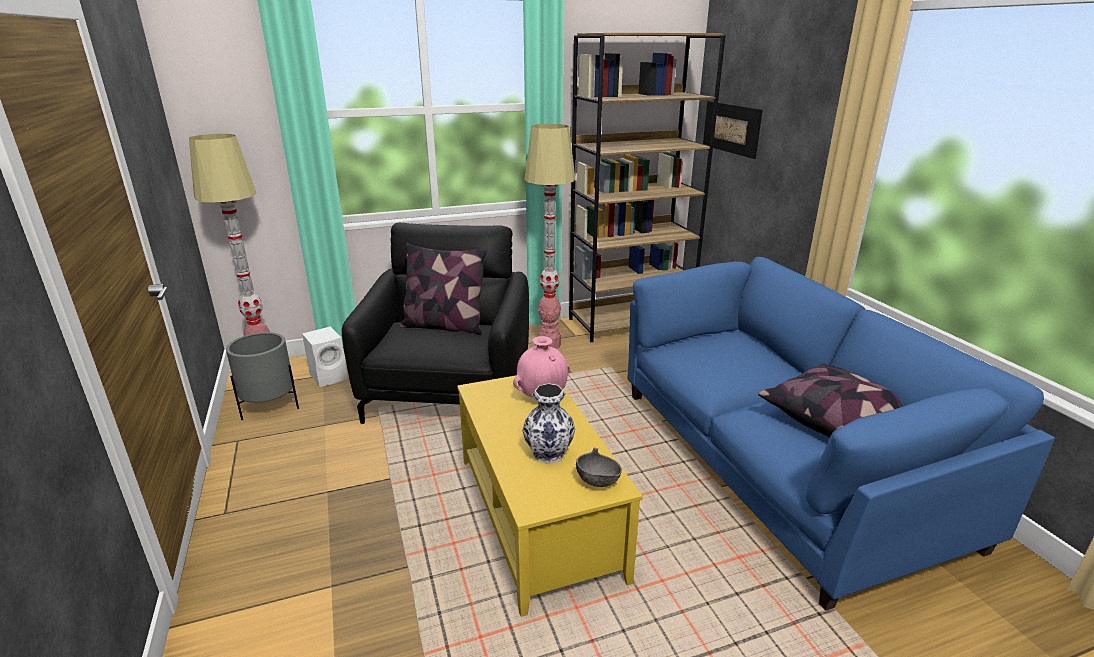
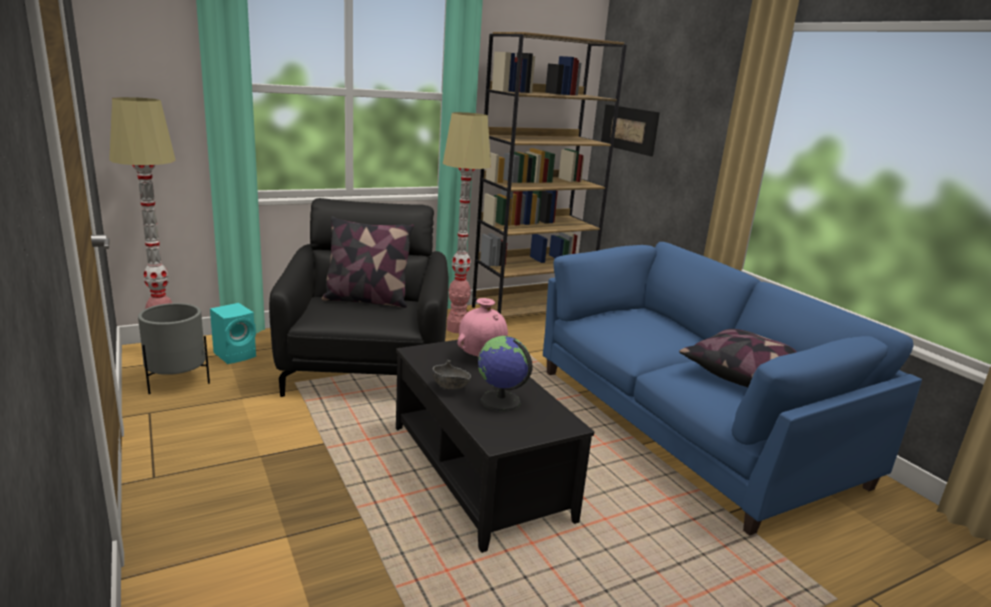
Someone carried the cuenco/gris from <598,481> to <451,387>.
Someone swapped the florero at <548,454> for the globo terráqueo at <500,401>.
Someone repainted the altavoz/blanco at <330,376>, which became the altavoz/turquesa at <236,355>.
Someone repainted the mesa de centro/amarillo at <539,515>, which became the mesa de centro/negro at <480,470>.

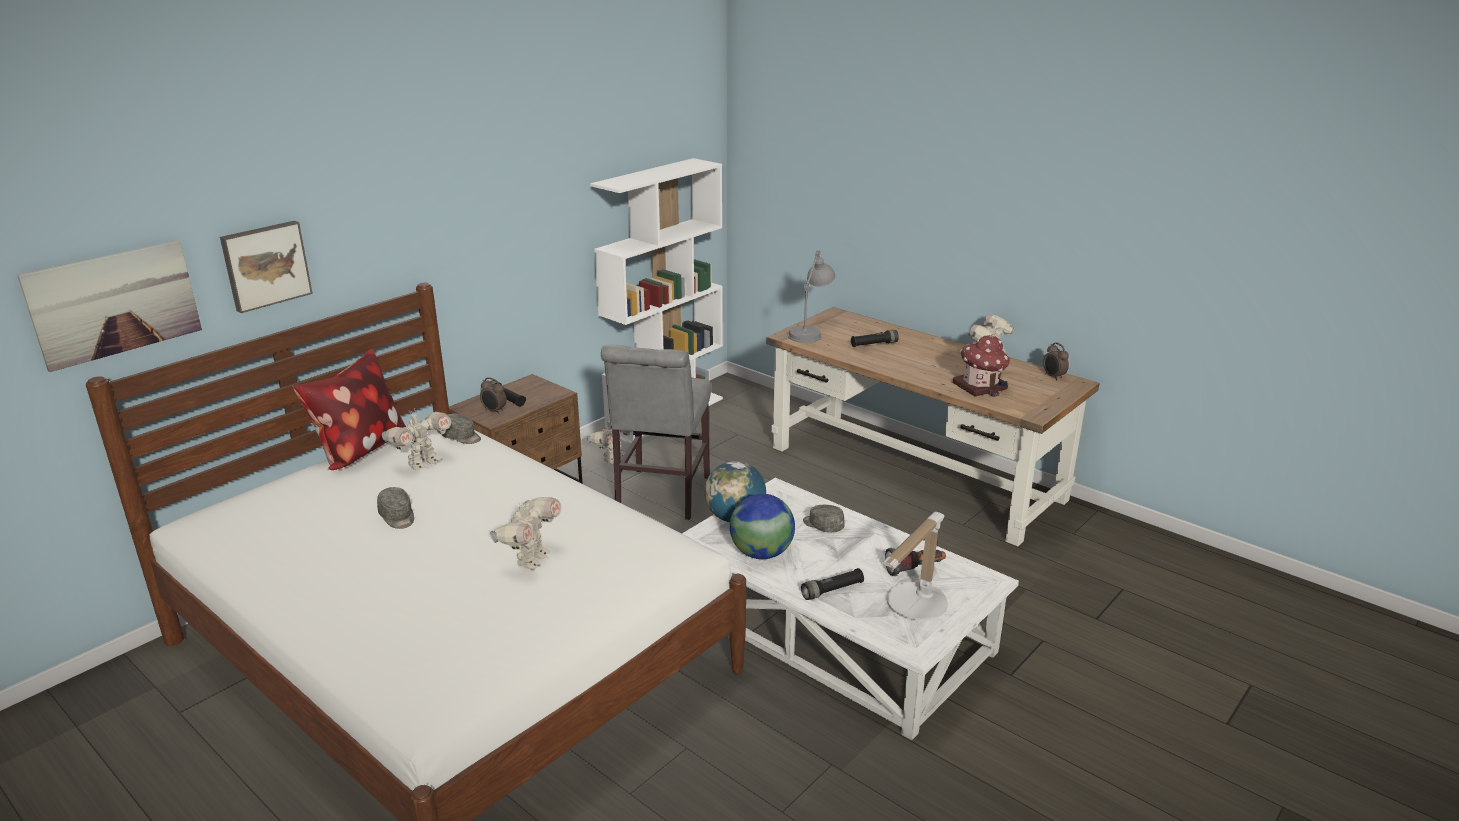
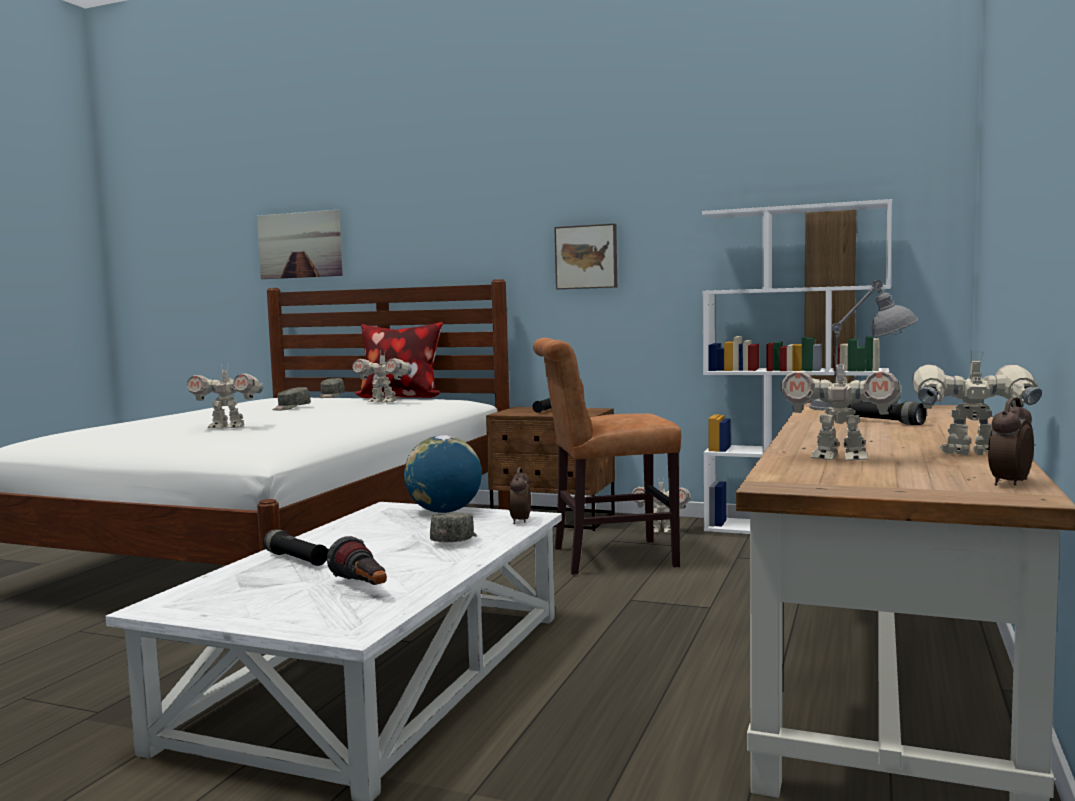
Someone took away the globo terráqueo at <761,553>.
Someone took away the lámpara de mesa at <912,608>.
Someone carried the cuadro from <265,265> to <587,257>.
Someone carried the gorra/gris from <461,437> to <331,396>.
Someone carried the despertador from <494,411> to <519,521>.
Someone swapped the casita at <981,386> for the robot de juguete at <839,459>.
Someone repainted the silla/gris at <661,497>, which became the silla/marrón at <606,558>.

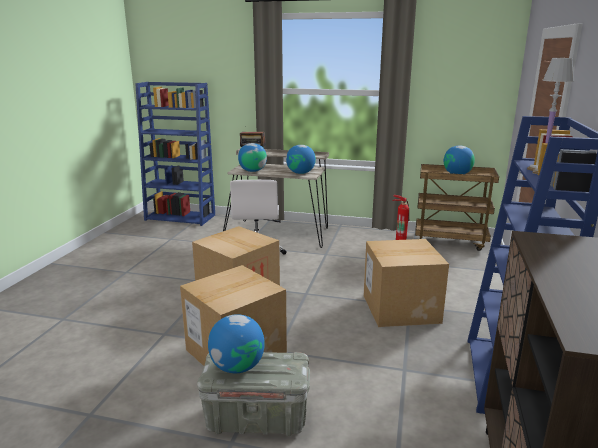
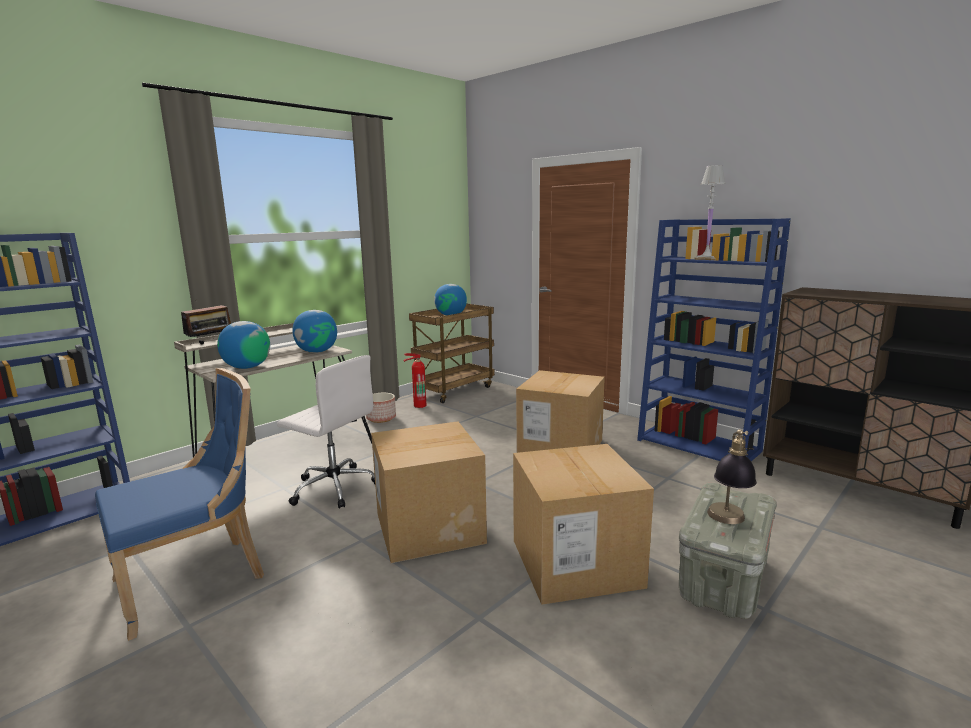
Someone put down the silla/azul at <196,579>.
Someone put down the maceta at <381,418>.
Someone swapped the globo terráqueo at <237,366> for the lámpara de mesa at <727,522>.

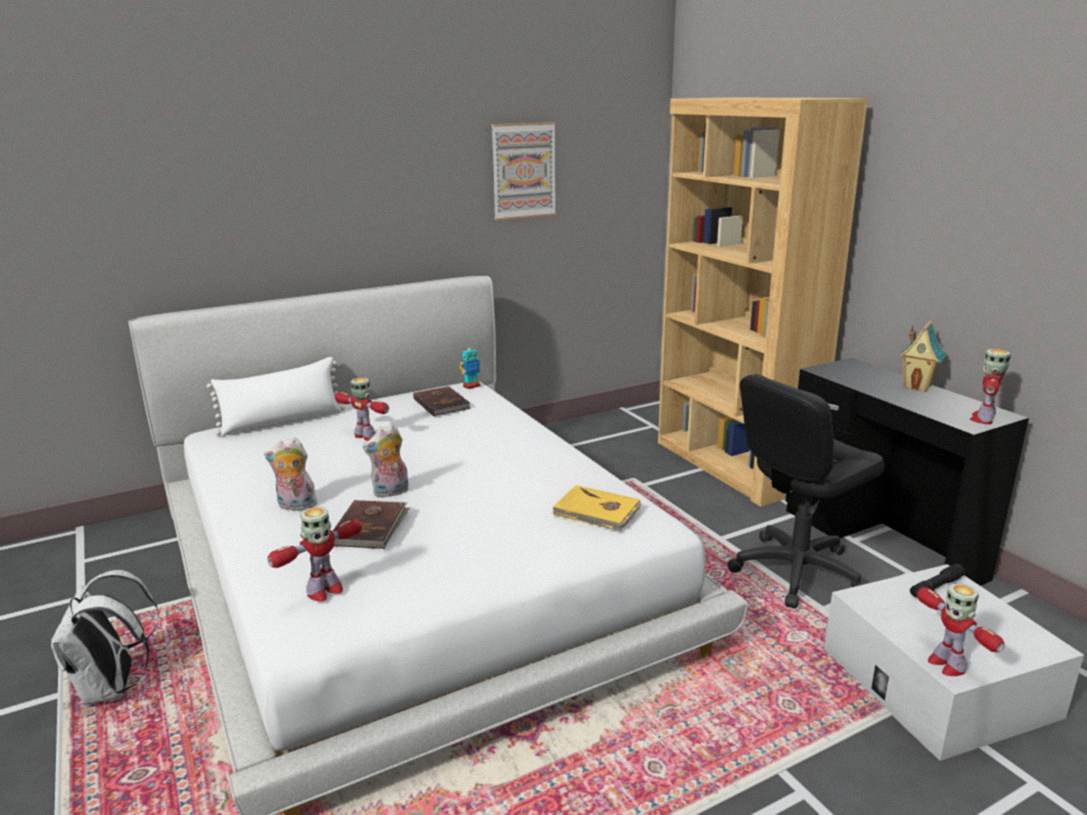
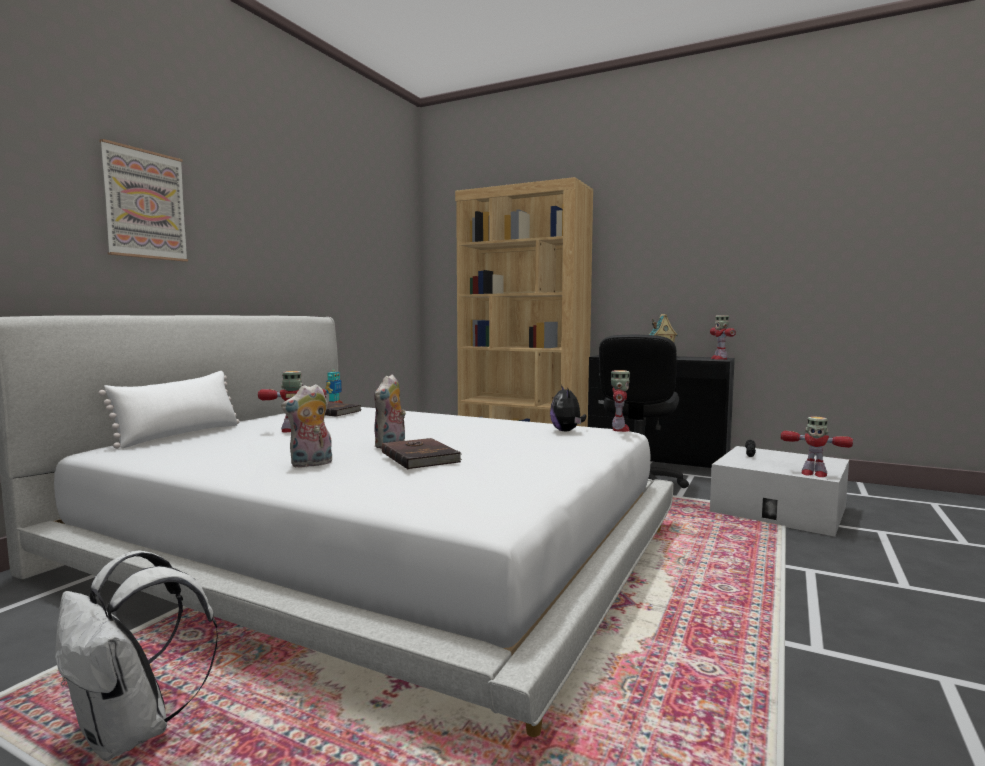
Someone carried the robot de juguete from <324,591> to <619,429>.
Someone carried the cuadro from <523,171> to <145,204>.
Someone swapped the libro/amarillo at <597,512> for the peluche at <567,431>.

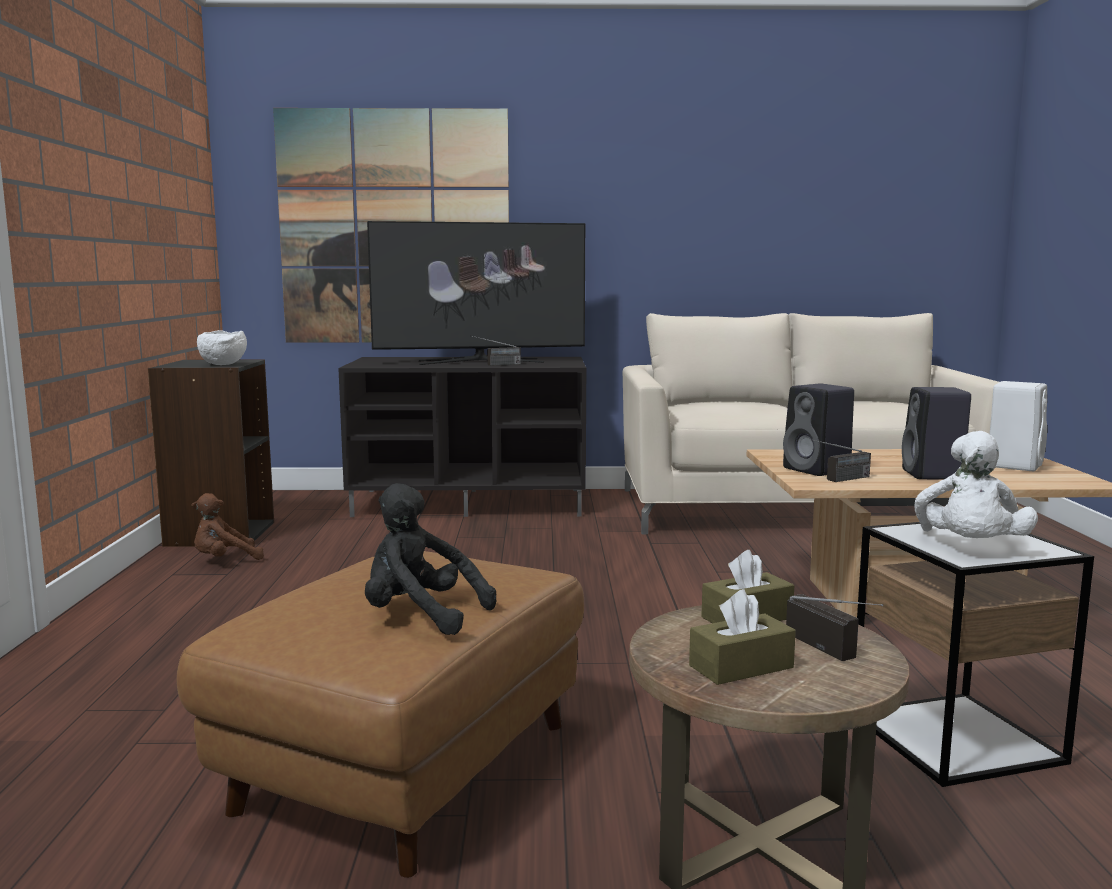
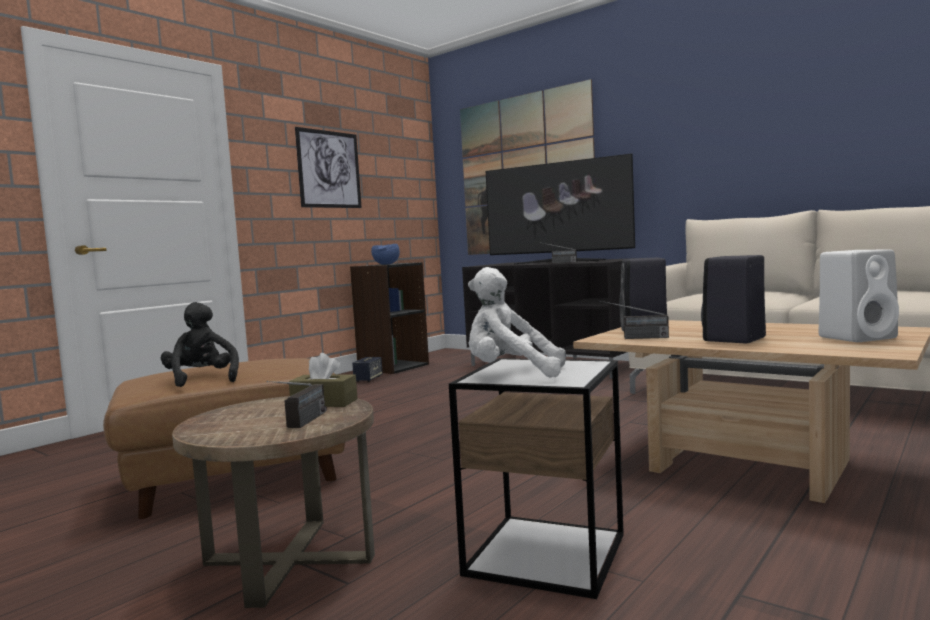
Someone took away the caja de pañuelos/marrón at <741,666>.
Someone put up the cuadro at <329,169>.
Someone swapped the peluche/marrón at <225,560> for the altavoz at <368,379>.
Someone repainted the cuenco/blanco at <224,365>, which became the cuenco/azul at <386,264>.
Someone rotated the peluche/blanco at <970,548> by 45 degrees clockwise.

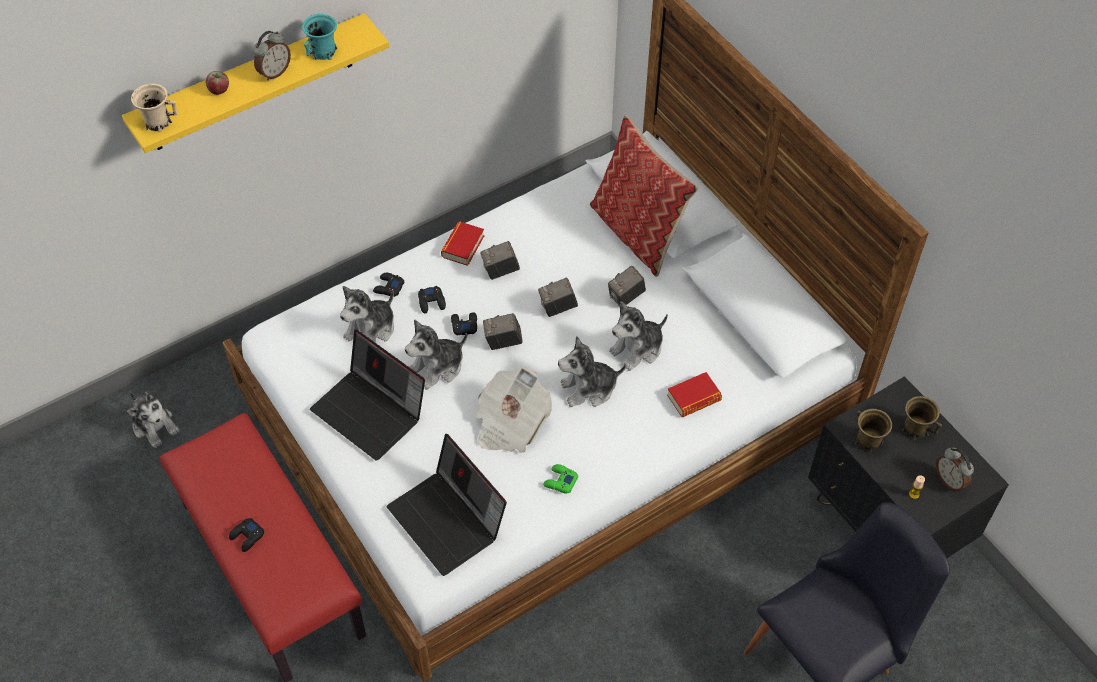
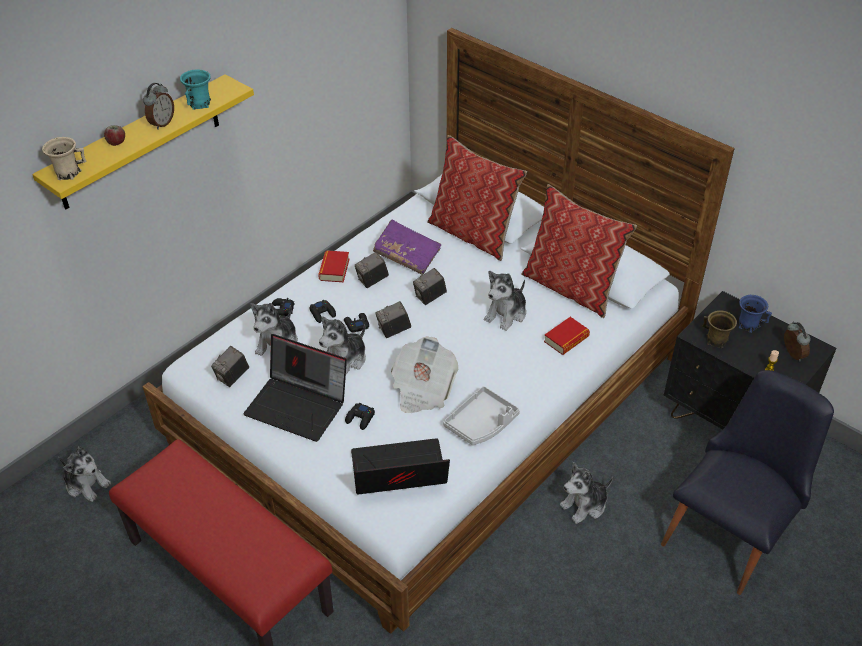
Someone put down the libro/morado at <407,255>.
Someone put down the cojín at <571,287>.
Someone carried the mando de consola/negro from <247,537> to <360,418>.
Someone carried the peluche from <589,389> to <585,505>.
Someone carried the cámara from <626,297> to <232,377>.
Someone swapped the mando de consola/verde at <560,481> for the bandeja/gris at <481,423>.
Someone repainted the taza grande/marrón at <915,428>, which became the taza grande/azul at <748,324>.
Someone rotated the portátil at <449,521> by 135 degrees clockwise.
Someone rotated the despertador at <950,480> by 150 degrees counterclockwise.

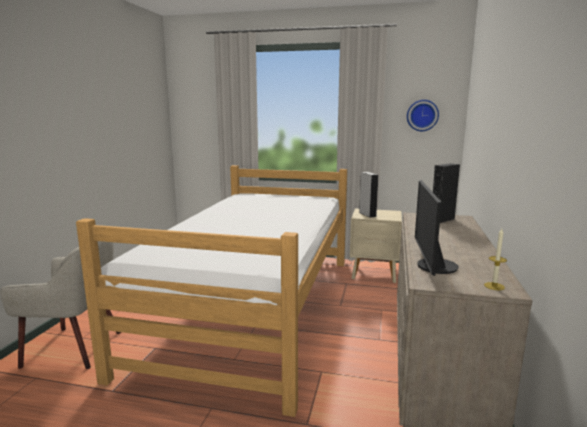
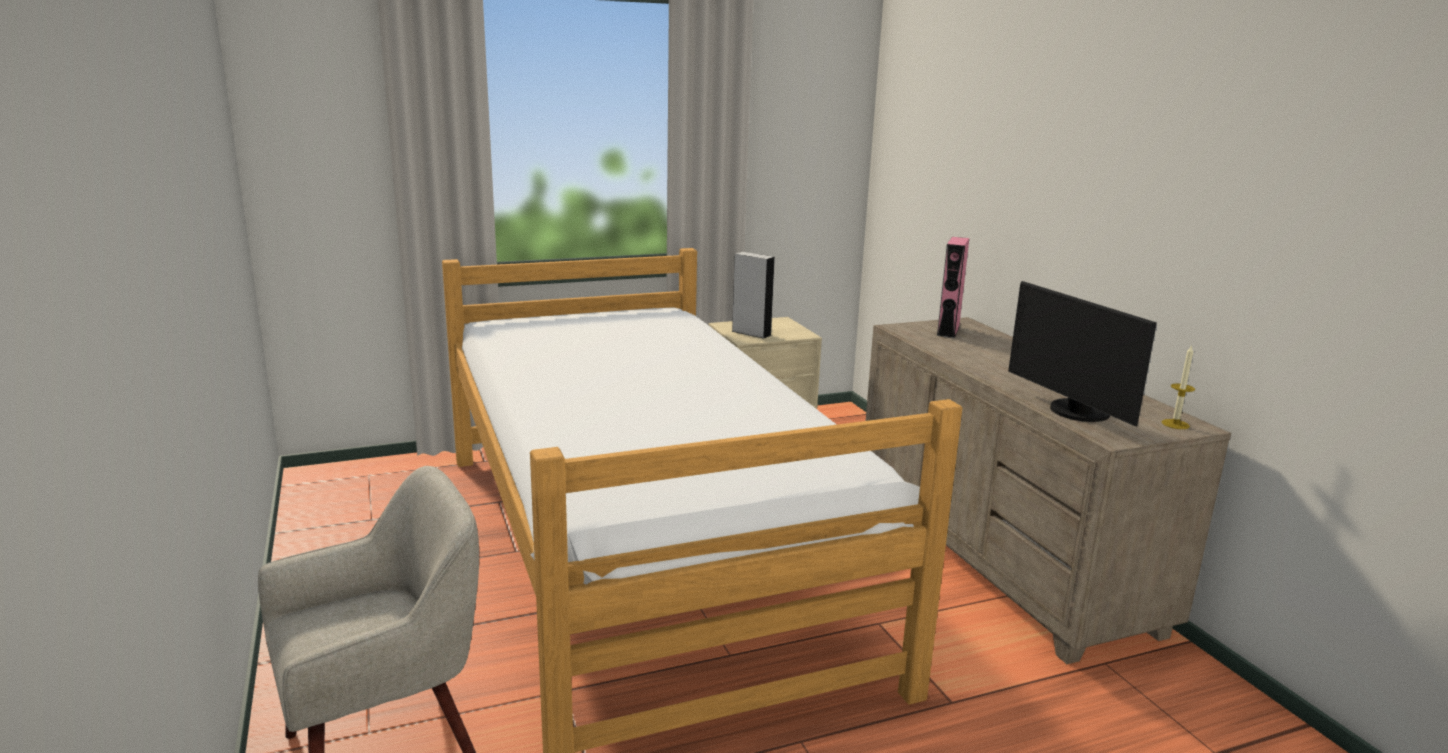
Someone took away the reloj de pared at <422,115>.
Someone repainted the altavoz/negro at <442,219>, which became the altavoz/rosa at <948,331>.

